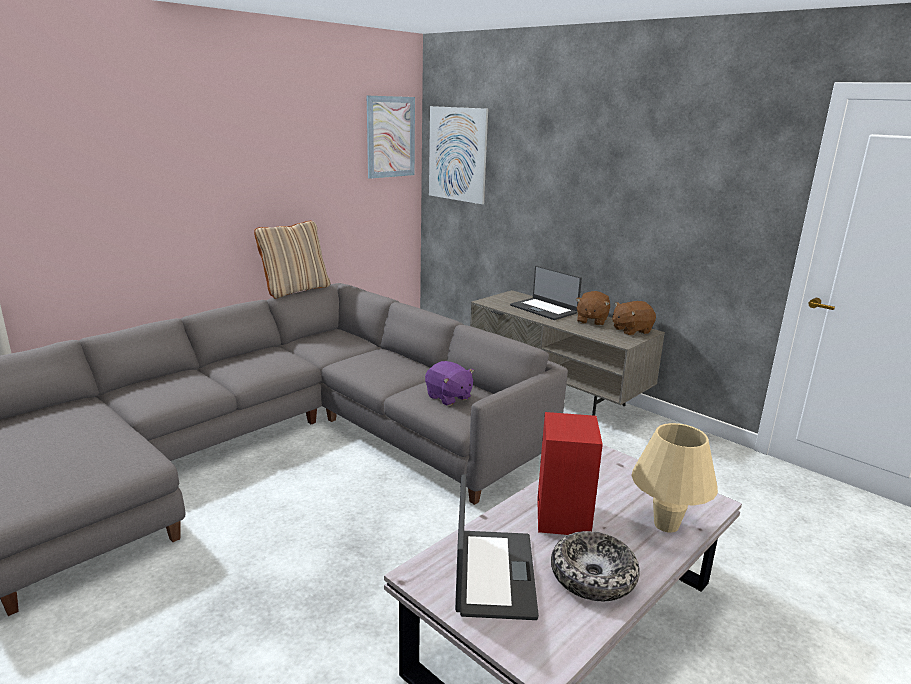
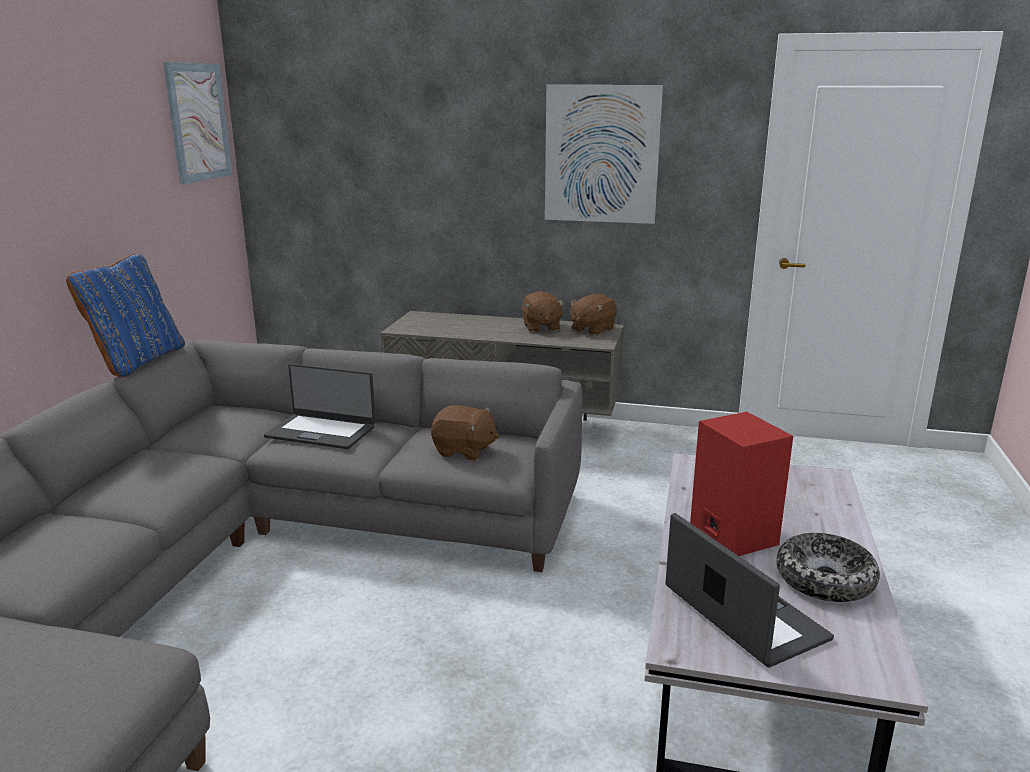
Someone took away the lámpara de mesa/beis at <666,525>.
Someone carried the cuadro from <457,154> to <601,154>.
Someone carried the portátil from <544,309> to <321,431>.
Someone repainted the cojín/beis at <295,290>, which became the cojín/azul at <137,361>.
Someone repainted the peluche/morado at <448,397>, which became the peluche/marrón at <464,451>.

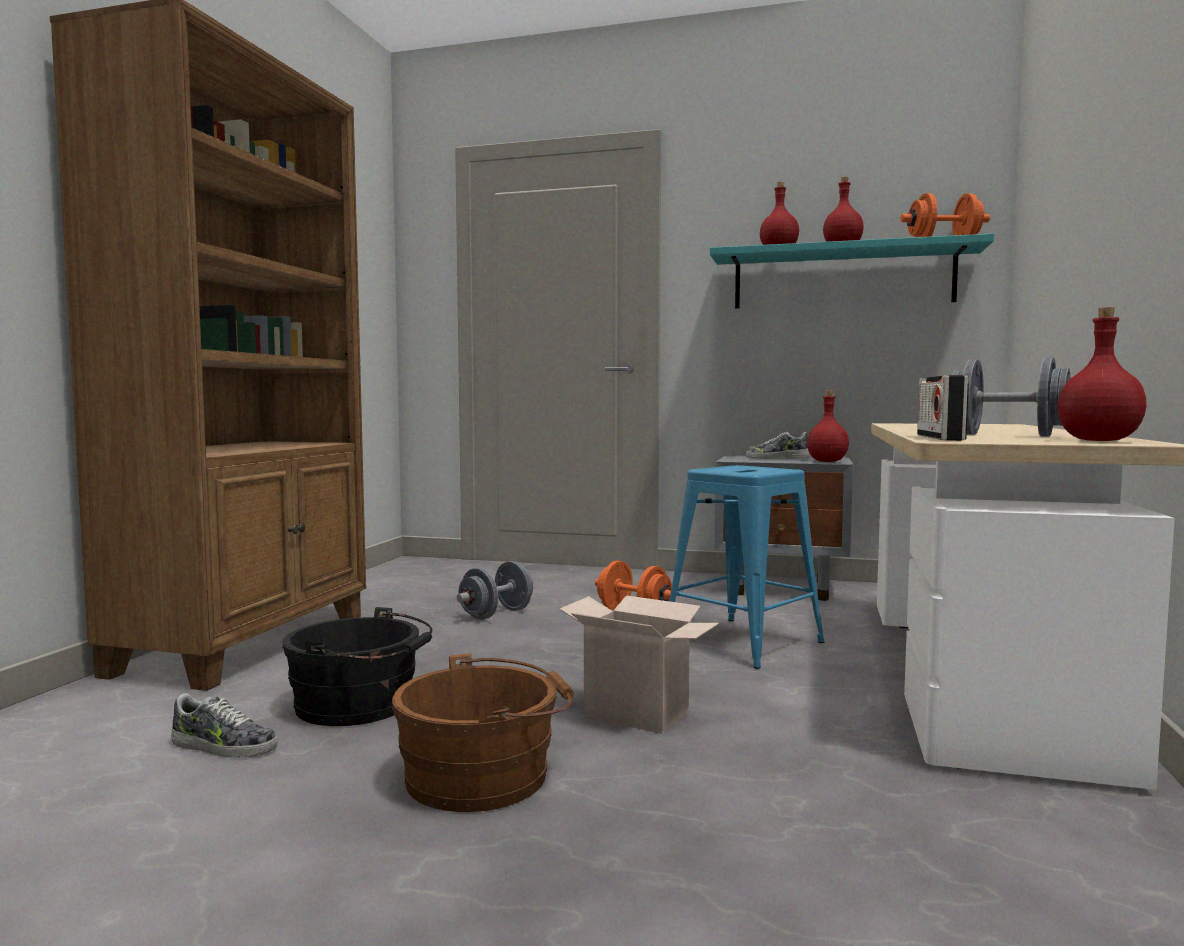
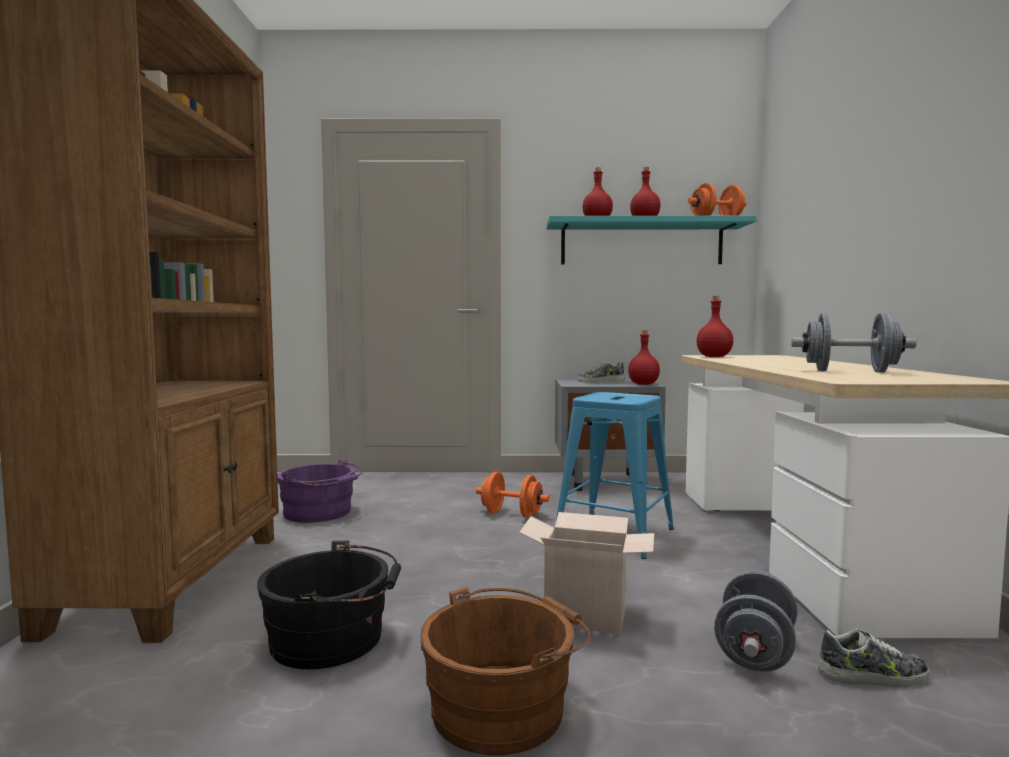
Someone took away the radio at <939,438>.
Someone put down the cubo/morado at <321,513>.
Someone carried the zapato from <223,746> to <873,676>.
Someone carried the mancuerna/gris from <496,614> to <755,652>.
Someone carried the botella/rojo from <1099,440> to <714,357>.

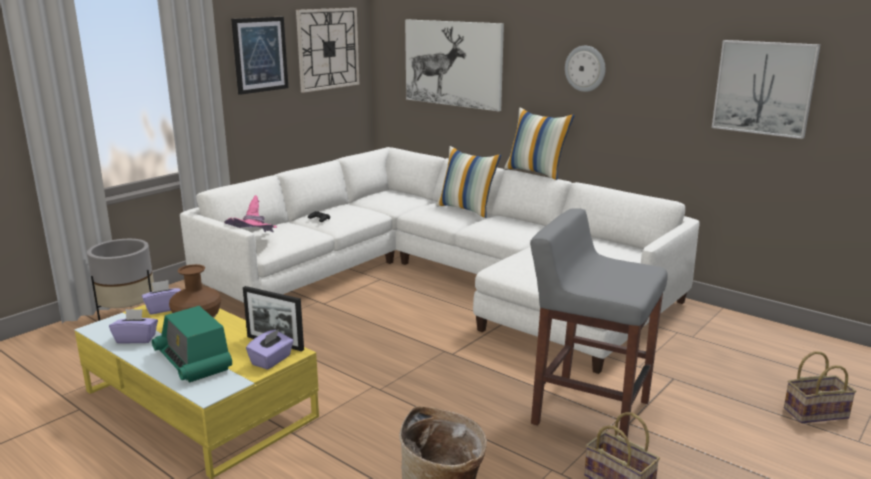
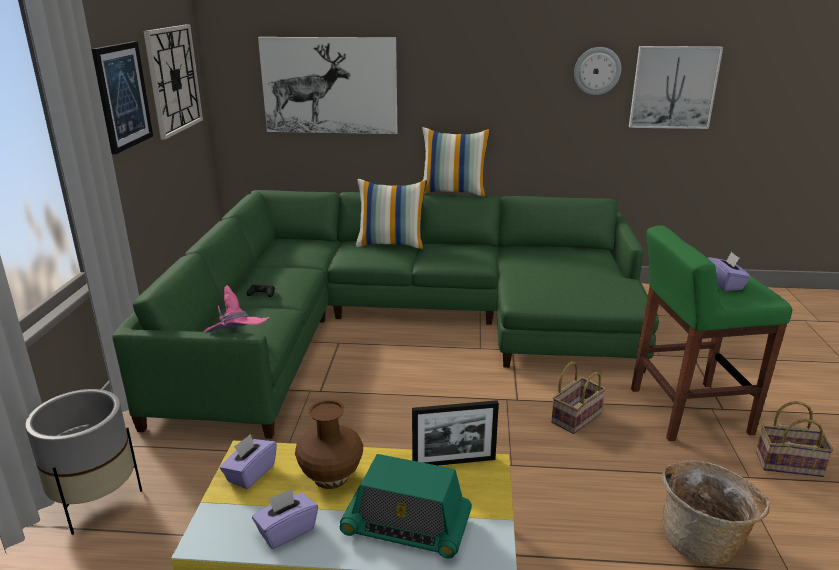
Someone carried the caja de pañuelos/morado from <271,360> to <725,284>.
Someone carried the reloj de pared from <585,68> to <597,71>.
Someone carried the cesta from <816,412> to <576,416>.
Someone repainted the sofá/blanco at <443,279>, which became the sofá/verde at <399,323>.
Someone repainted the taburete/gris at <588,412>, which became the taburete/verde at <687,411>.

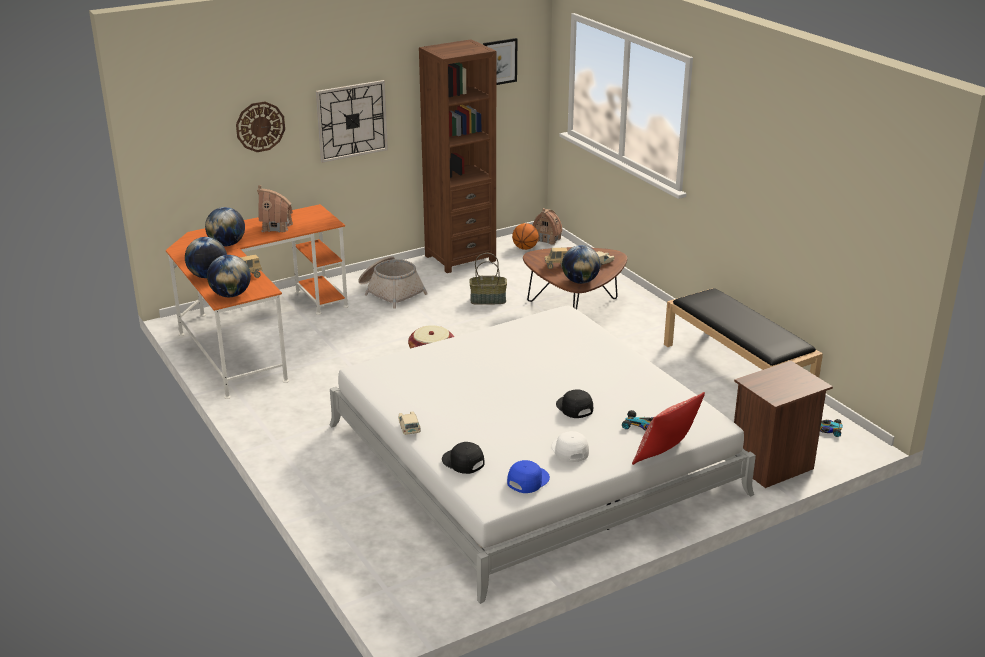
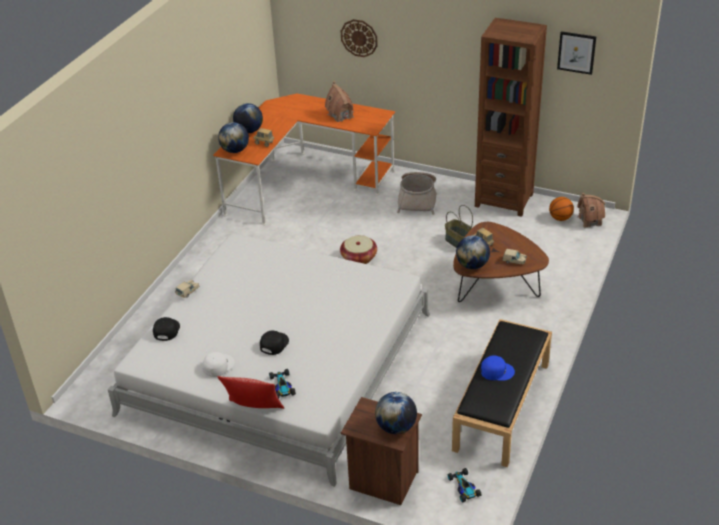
Someone took away the reloj de pared at <352,120>.
Someone carried the globo terráqueo from <227,244> to <396,427>.
Someone carried the gorra/azul from <527,480> to <496,371>.

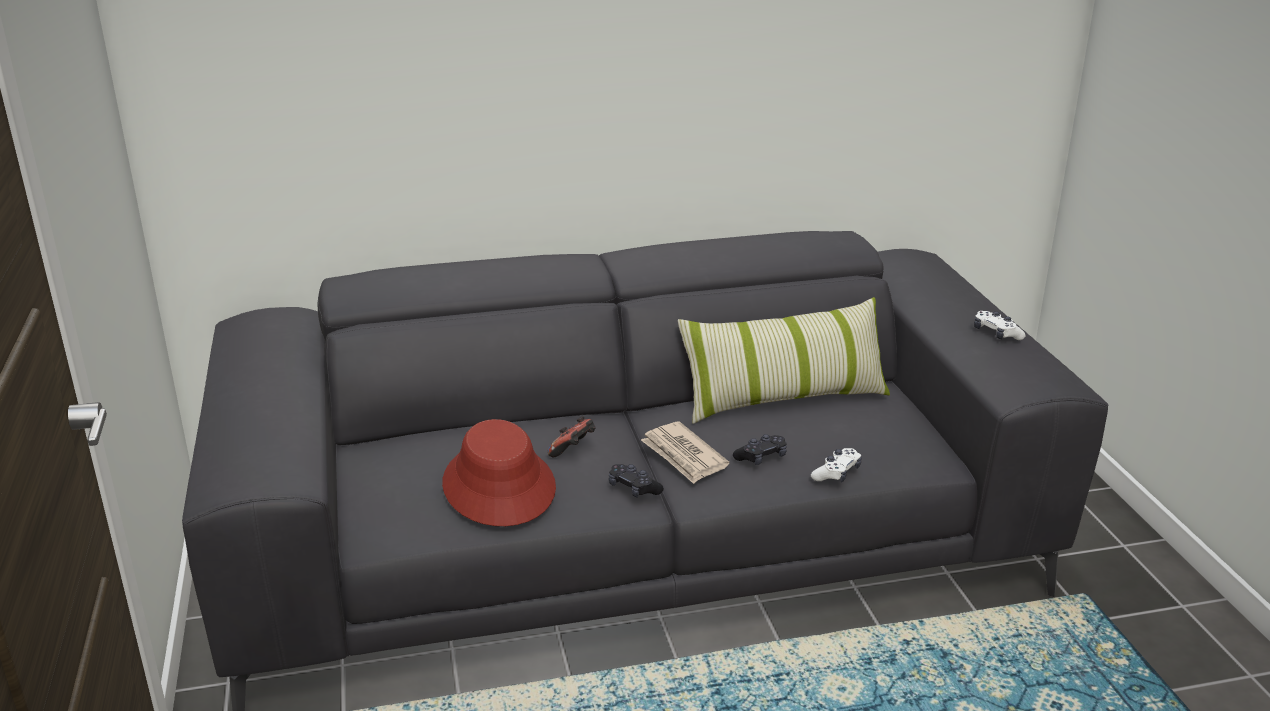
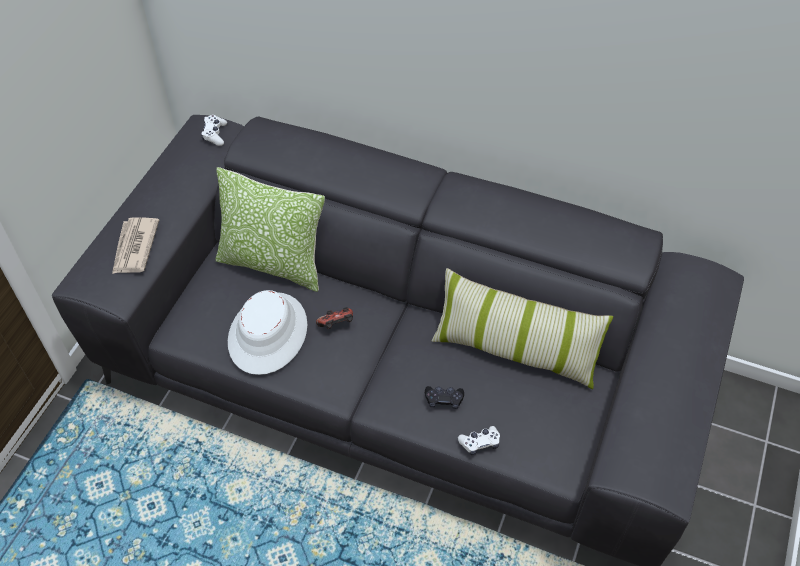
Someone took away the mando de consola/negro at <633,488>.
Someone put down the cojín at <273,264>.
Someone carried the periódico from <684,456> to <134,247>.
Someone carried the mando de consola/blanco from <996,333> to <215,134>.
Someone repainted the sombrero/rojo at <499,486>, which became the sombrero/blanco at <268,334>.

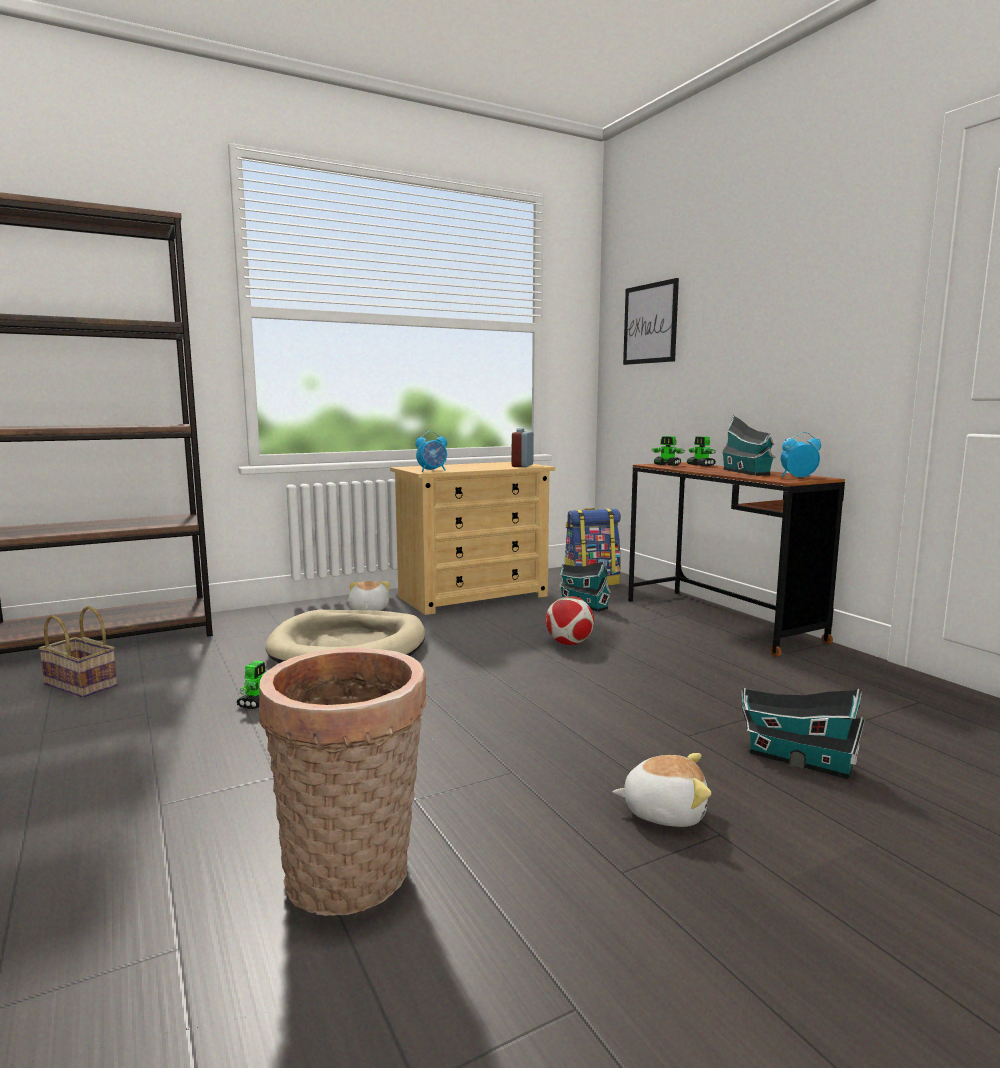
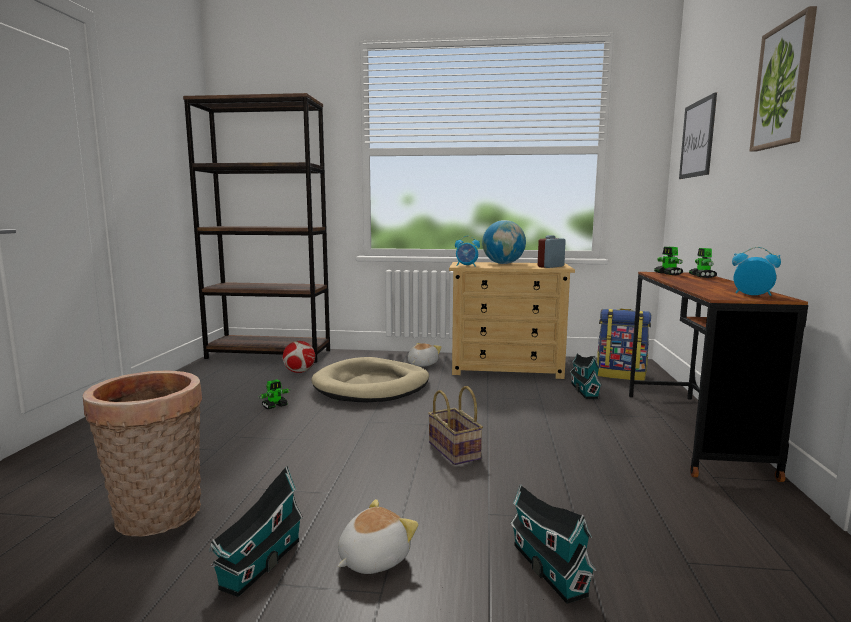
Someone put down the globo terráqueo at <503,264>.
Someone put up the cuadro at <783,85>.
Someone carried the cesta from <83,685> to <455,451>.
Someone carried the balón de fútbol from <569,643> to <299,372>.
Someone carried the casita from <747,472> to <258,566>.
Someone rotated the peluche at <664,811> by 90 degrees counterclockwise.

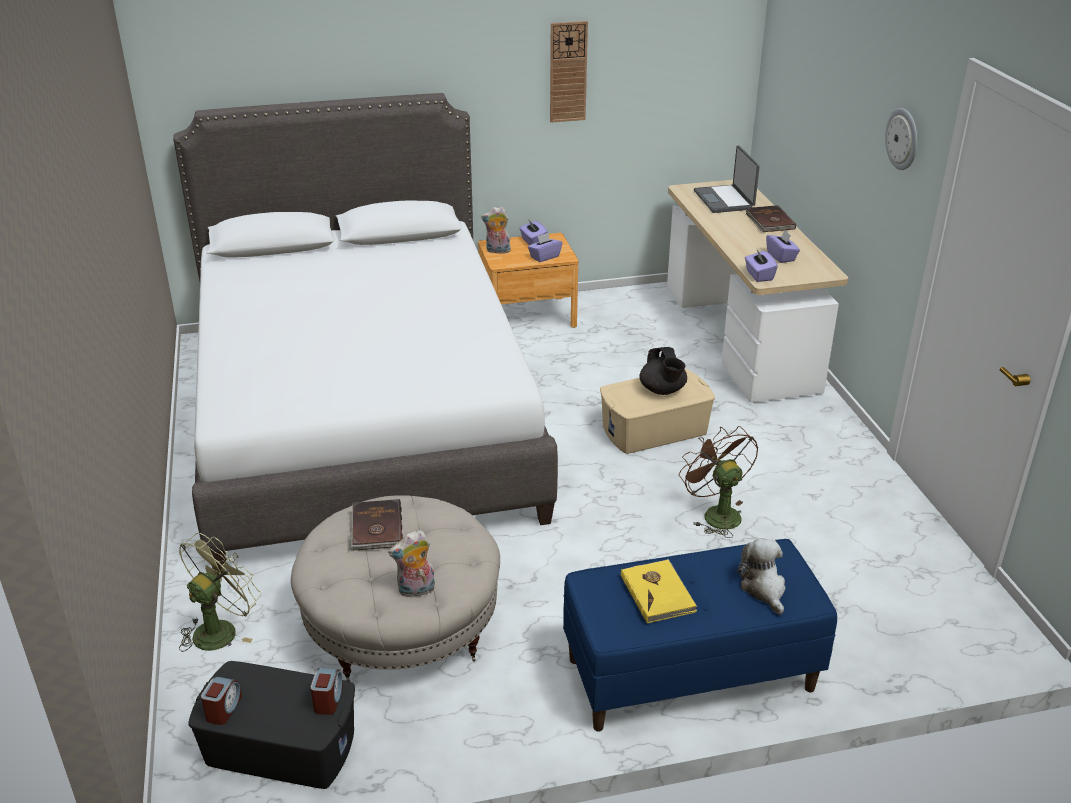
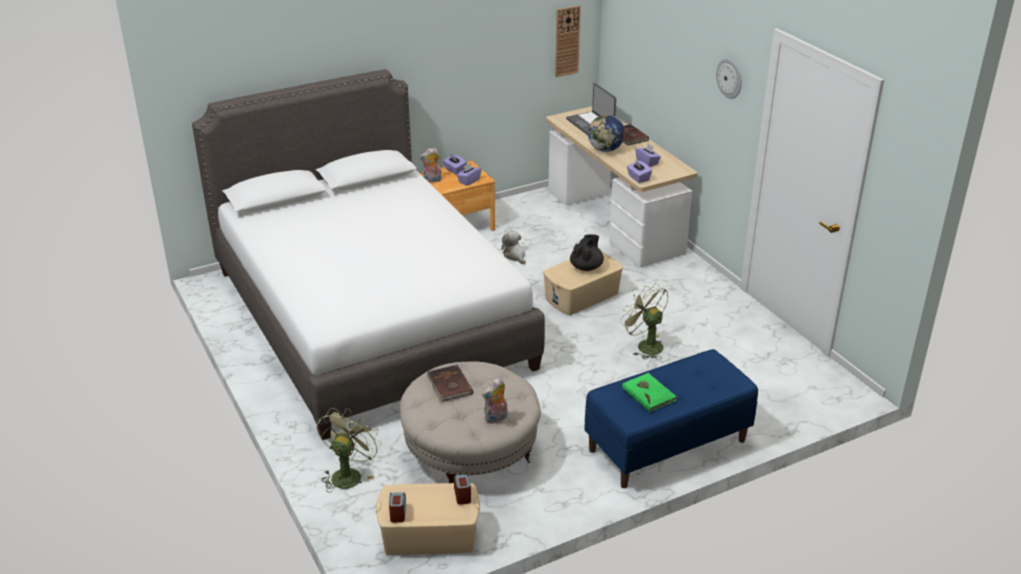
Someone put down the globo terráqueo at <605,150>.
Someone carried the reloj de pared from <568,72> to <567,41>.
Someone carried the peluche from <763,588> to <514,256>.
Someone repainted the caja de almacenaje/negro at <281,747>, which became the caja de almacenaje/beis at <429,535>.
Someone repainted the libro/amarillo at <658,593>, which became the libro/verde at <649,394>.
Someone repainted the ventilador/marrón at <716,513>, which became the ventilador/verde at <645,345>.
Someone rotated the tetera/negro at <662,390> by 120 degrees counterclockwise.

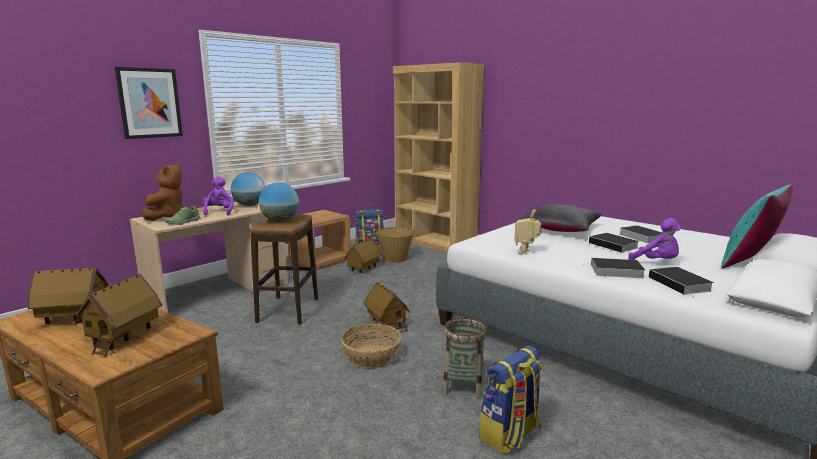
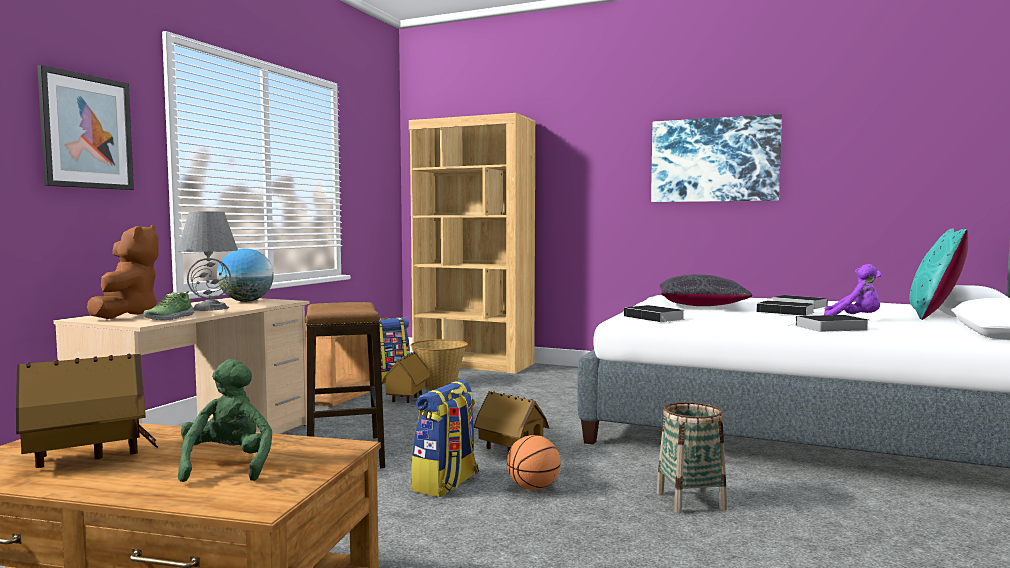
Someone took away the globo terráqueo at <280,221>.
Someone took away the robot de juguete at <526,252>.
Someone put up the cuadro at <714,160>.
Someone carried the mochila from <510,435> to <446,484>.
Someone carried the libro from <681,284> to <655,318>.
Someone swapped the casita at <124,338> for the peluche/verde at <228,466>.
Someone swapped the peluche/morado at <219,212> for the lámpara de mesa/gris at <210,308>.
Someone swapped the cesta at <372,356> for the balón de baloncesto at <533,488>.

